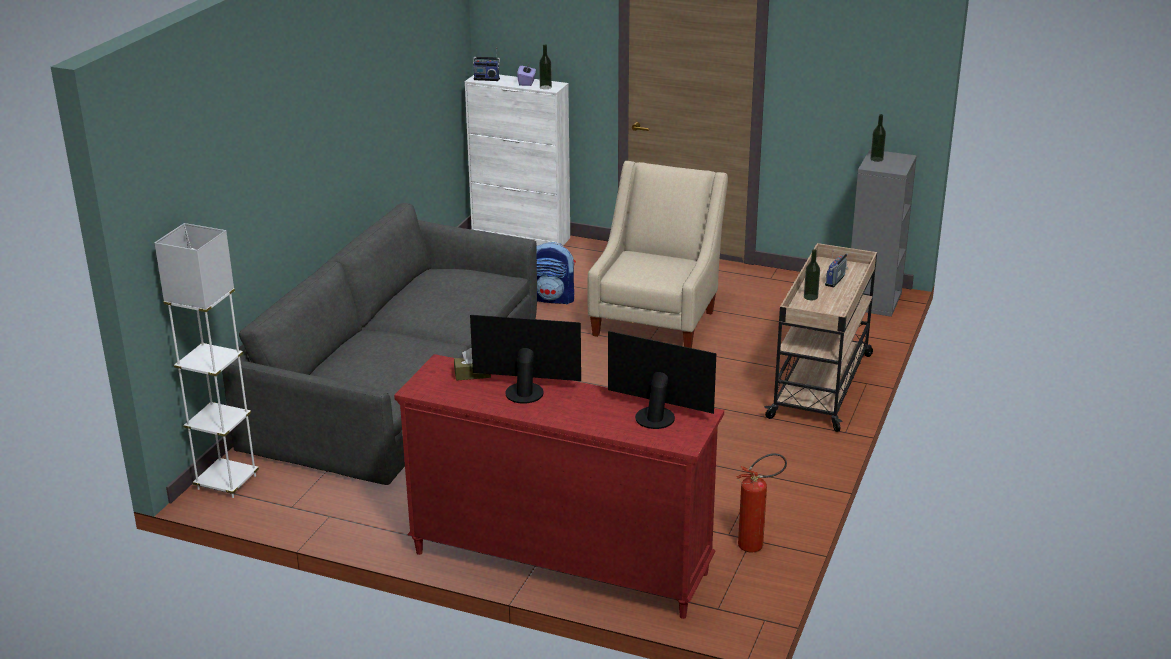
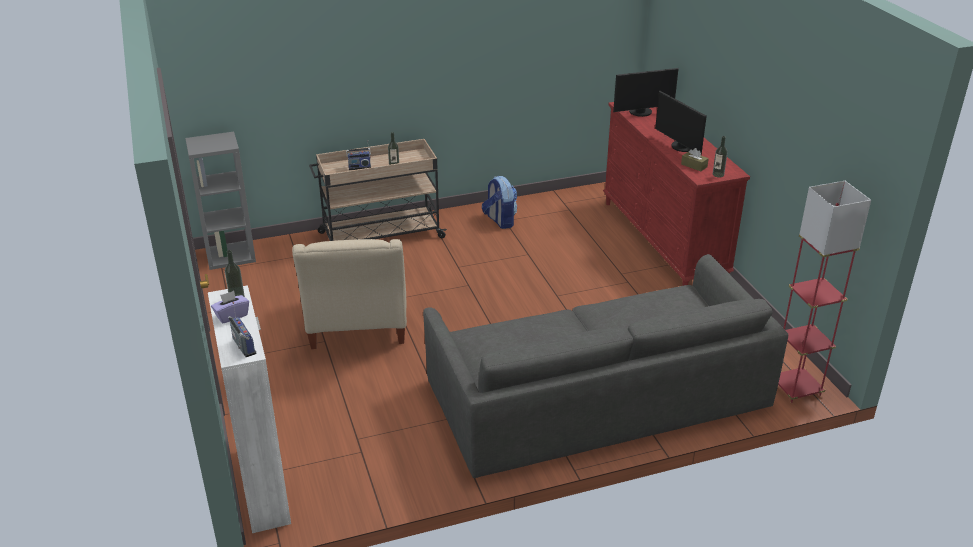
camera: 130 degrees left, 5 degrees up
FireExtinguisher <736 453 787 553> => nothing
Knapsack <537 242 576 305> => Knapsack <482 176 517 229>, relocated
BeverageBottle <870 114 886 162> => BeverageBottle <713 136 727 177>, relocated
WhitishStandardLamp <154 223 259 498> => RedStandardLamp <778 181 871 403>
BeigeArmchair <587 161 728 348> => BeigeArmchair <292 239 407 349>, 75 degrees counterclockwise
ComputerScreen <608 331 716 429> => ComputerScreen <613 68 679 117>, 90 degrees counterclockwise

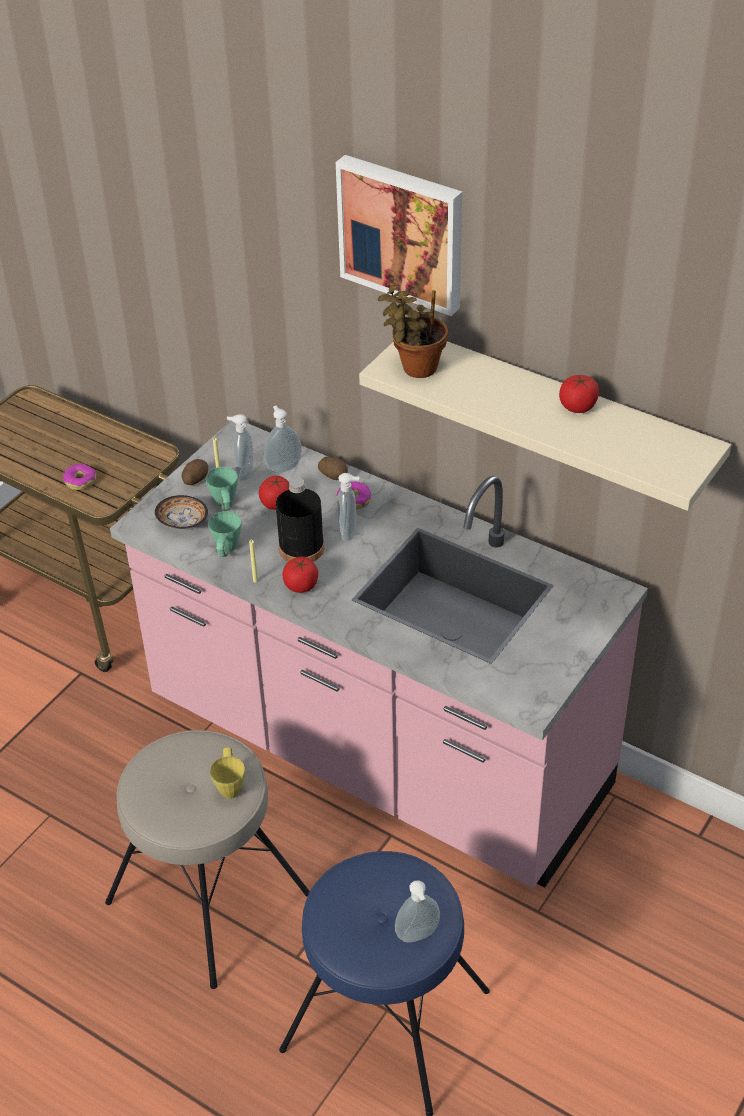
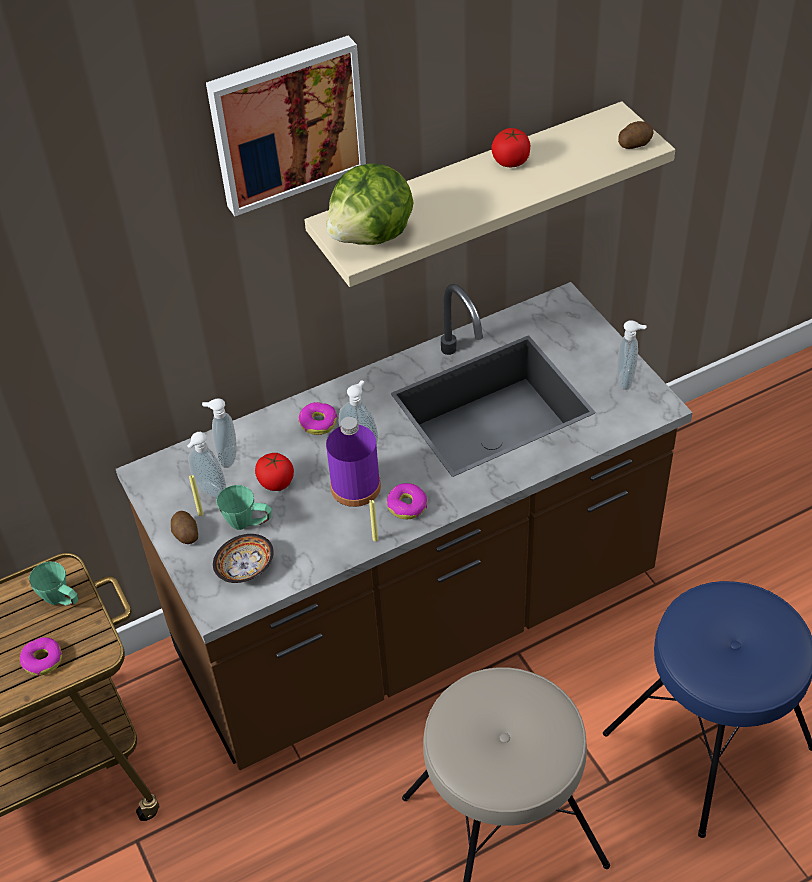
camera: 60 degrees left, 5 degrees up
YellowishCoffeeMug <210 747 245 799> => nothing
GreenishCoffeeMug <208 511 242 557> => GreenishCoffeeMug <29 561 79 606>, relocated
Potato <318 457 348 480> => Potato <618 121 654 149>, relocated
SoapDispenser <395 880 440 942> => SoapDispenser <617 320 646 390>, relocated
WholeTomato <282 556 318 593> => RingDoughnut <387 483 427 519>
PottedPlant <378 285 448 378> => Lettuce <326 163 414 245>
PinkishCounter <110 421 648 888> => BrownColouredCounter <116 282 693 770>
BlackBeverageBottle <276 477 324 562> => PurpleBeverageBottle <326 417 381 507>

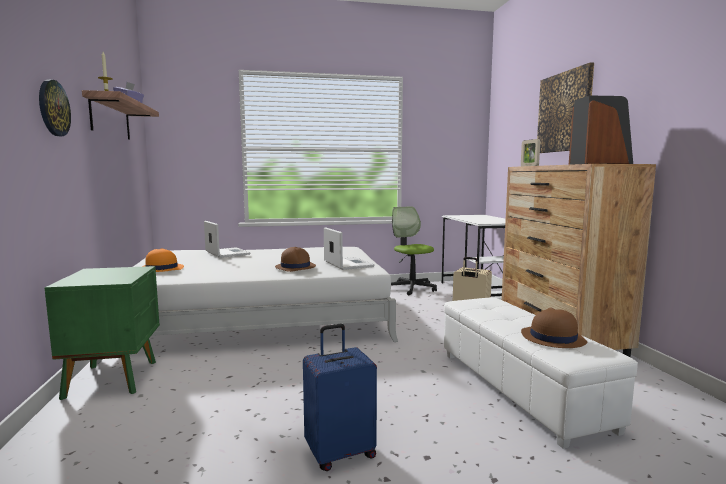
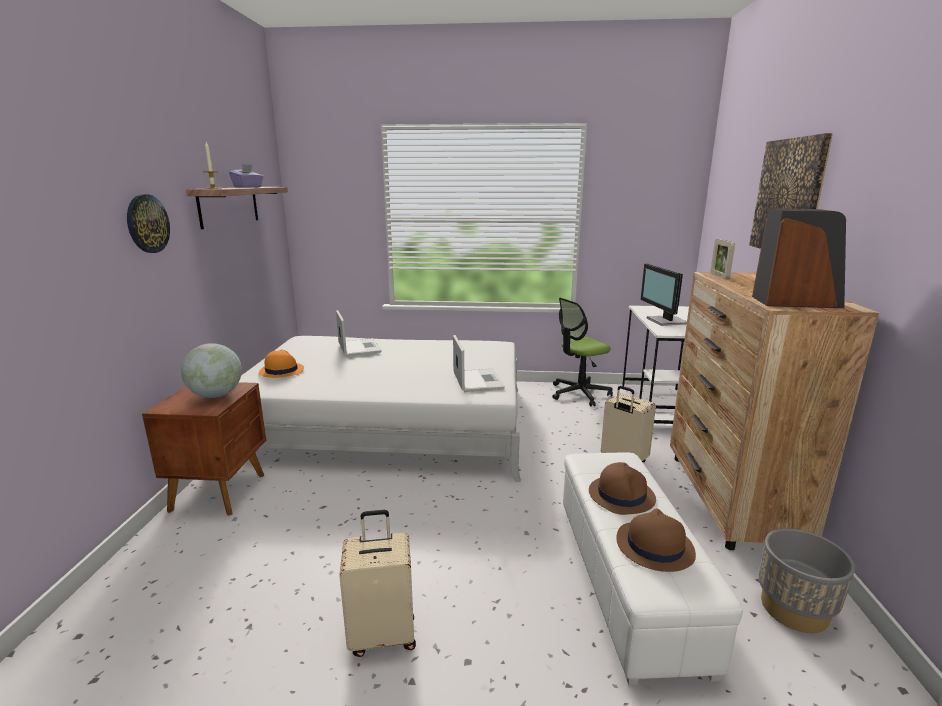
camera: 15 degrees right, 10 degrees up
nothing => Globe <181 343 242 398>
nothing => ComputerScreen <641 264 687 326>
nothing => GrayPlantPot <759 528 855 633>
BrownColouredHat <275 247 316 272> => BrownColouredHat <589 462 656 515>, relocated
GreenishNightstand <44 266 160 400> => BrownColouredNightstand <142 382 266 516>
BluishPieceOfLuggage <303 324 377 471> => BeigePieceOfLuggage <339 510 416 657>
OfficeChair <391 206 437 295> => OfficeChair <552 298 613 406>, 105 degrees counterclockwise

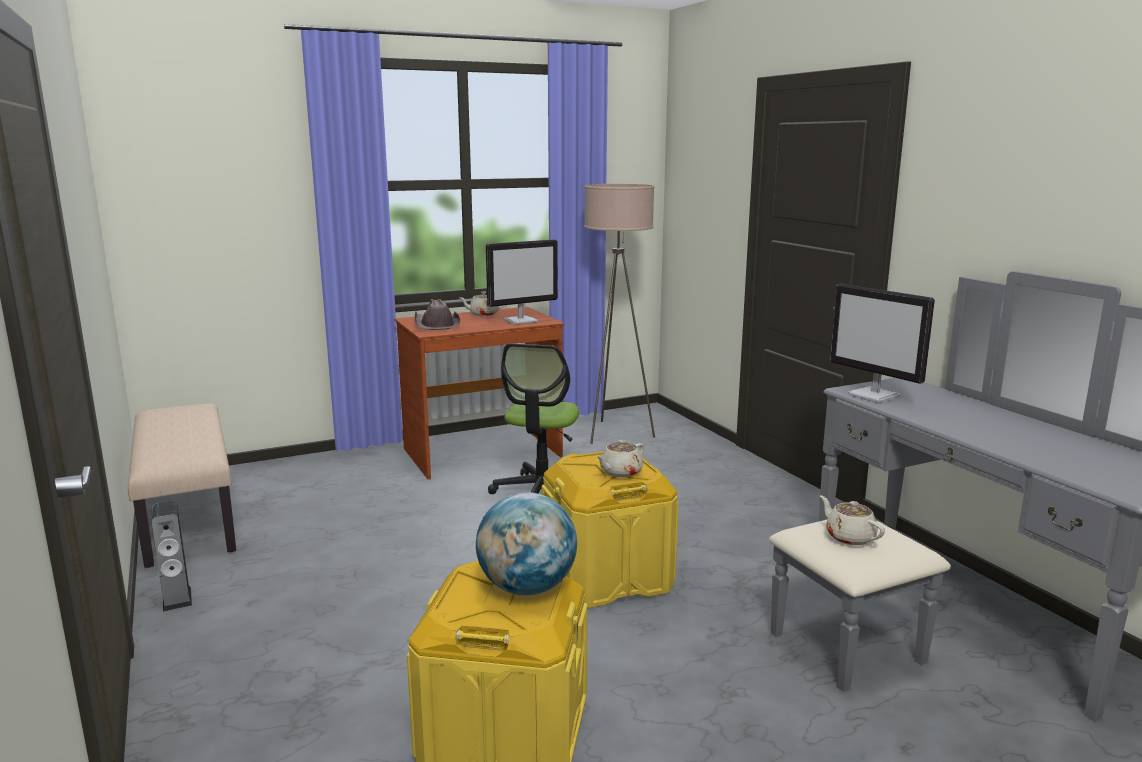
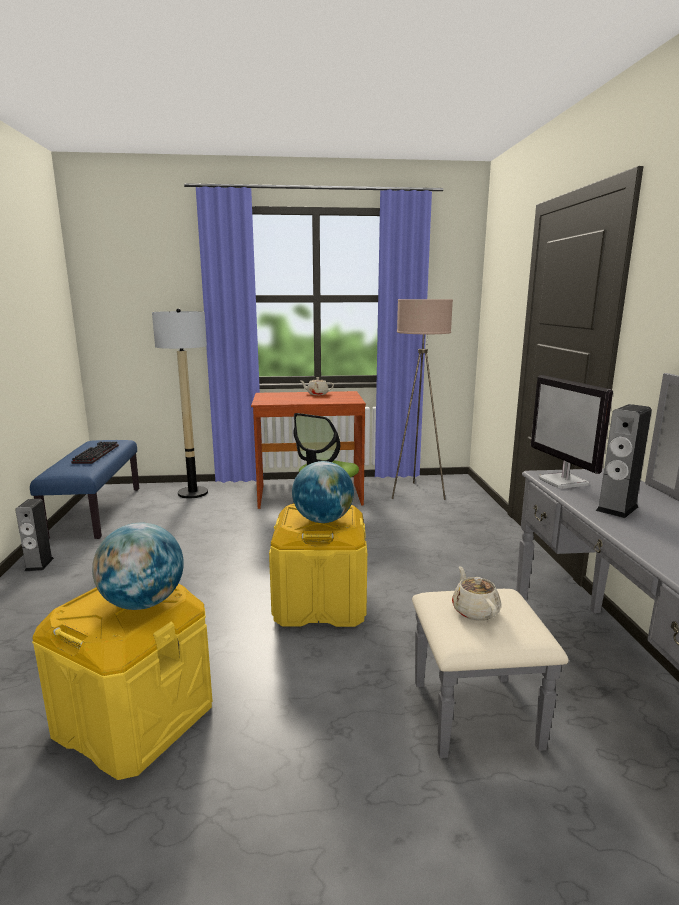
camera: 20 degrees right, 0 degrees up
BrownColouredHat <414 299 460 330> => nothing
ComputerScreen <486 239 558 325> => nothing
nothing => PcKeyboard <71 441 119 464>
nothing => StandardLamp <152 308 208 499>
nothing => Speaker <596 404 652 518>
BeigeTeaPot <596 440 644 477> => Globe <292 461 354 523>
BeigeIndoorBench <128 403 236 568> => BluishIndoorBench <30 440 139 539>

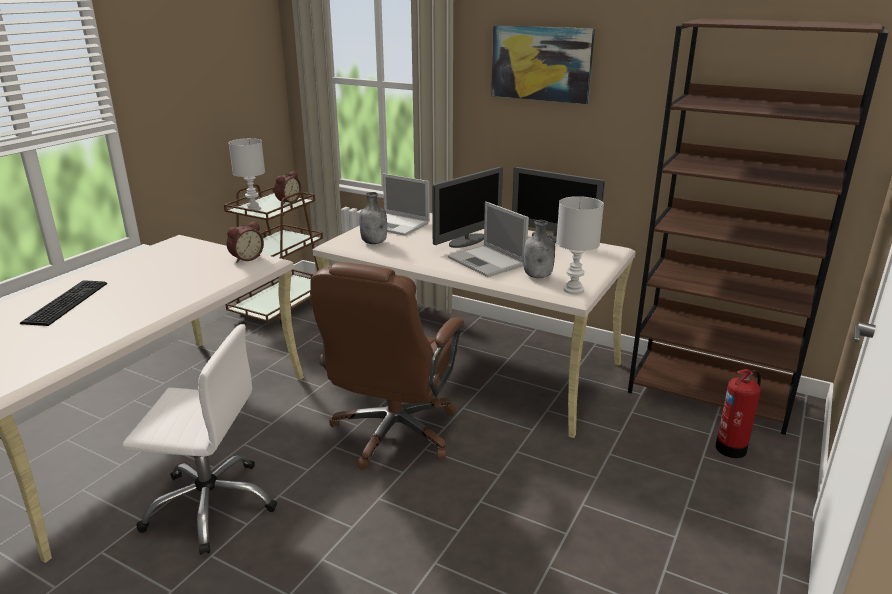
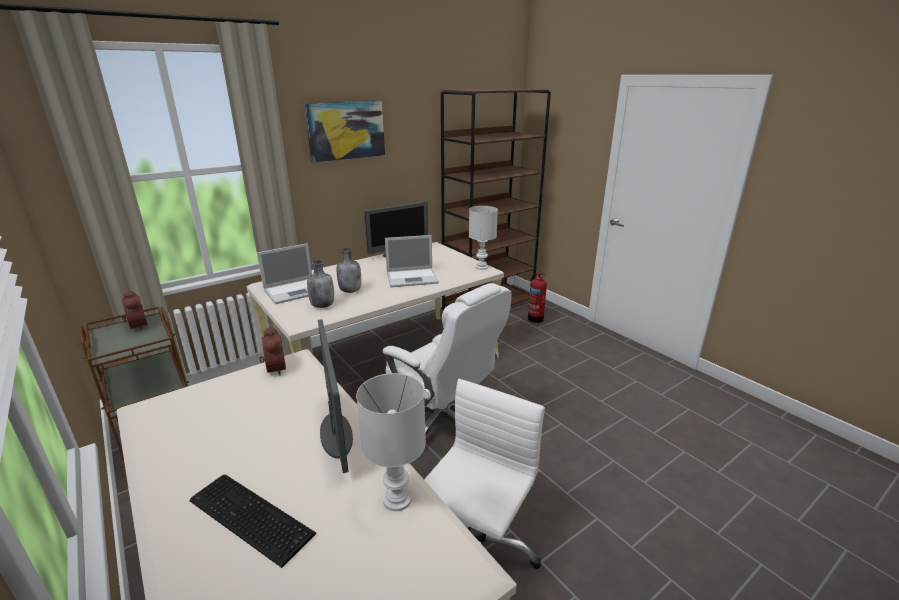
camera: 65 degrees left, 0 degrees up
WhitishLampForATable <229 138 265 211> => WhitishLampForATable <356 373 426 511>, relocated
ComputerScreen <432 167 503 248> => ComputerScreen <318 319 353 473>, relocated
GrayBeverageBottle <524 220 555 278> => GrayBeverageBottle <337 248 361 293>, relocated
BrownColouredOfficeChair <310 262 464 470> => WhitishOfficeChair <383 283 512 436>

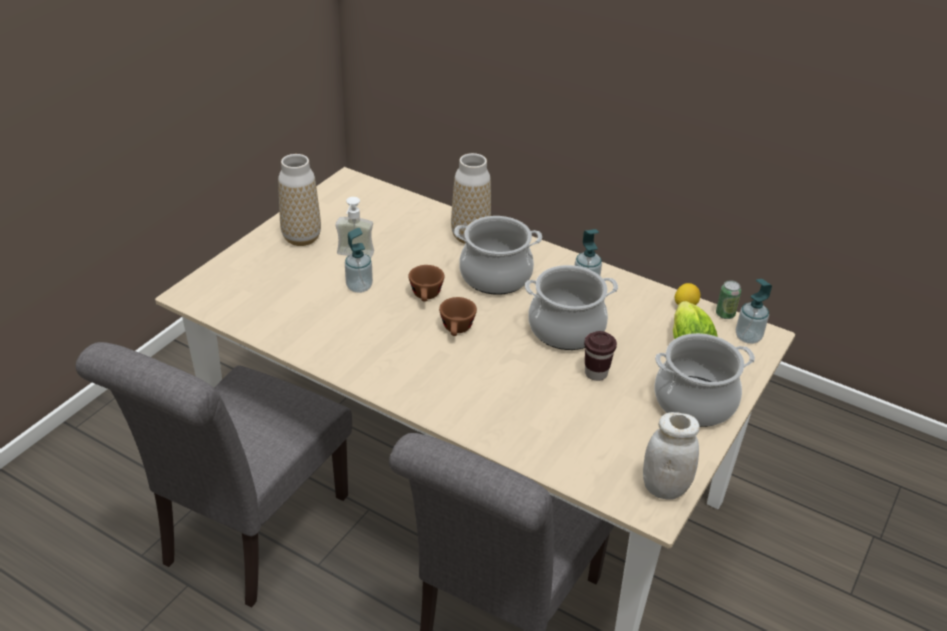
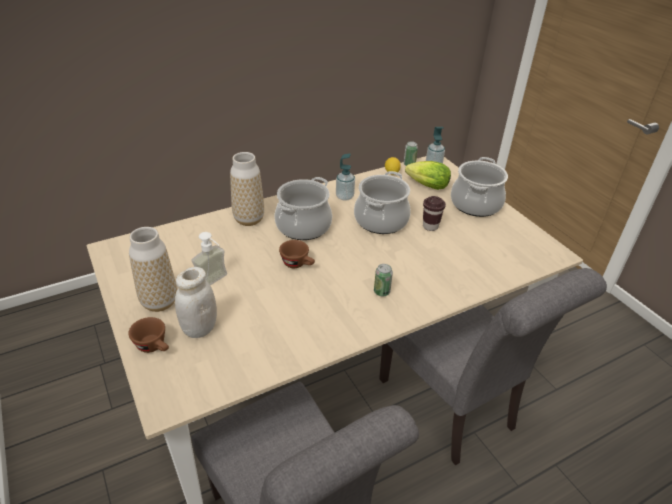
camera: 60 degrees left, 0 degrees up
SoapDispenser <345 228 373 293> => nothing
nothing => Can <374 264 393 296>
BrownColouredSmallCup <439 297 477 336> => BrownColouredSmallCup <128 317 169 353>, relocated
WhitishStorageJar <643 412 700 500> => WhitishStorageJar <175 267 217 338>, relocated

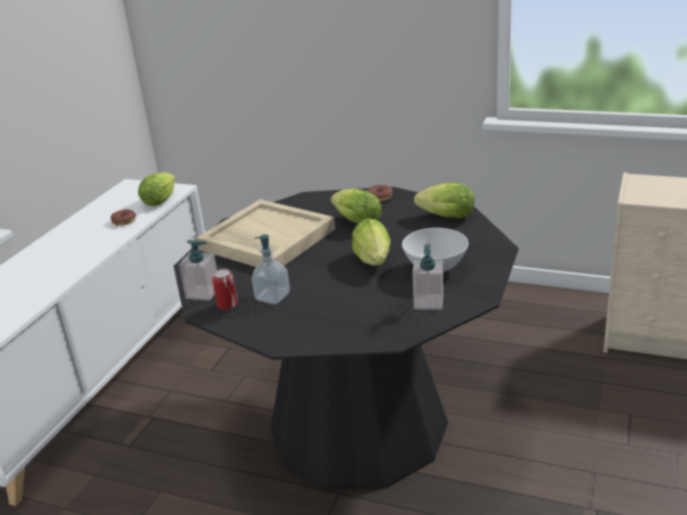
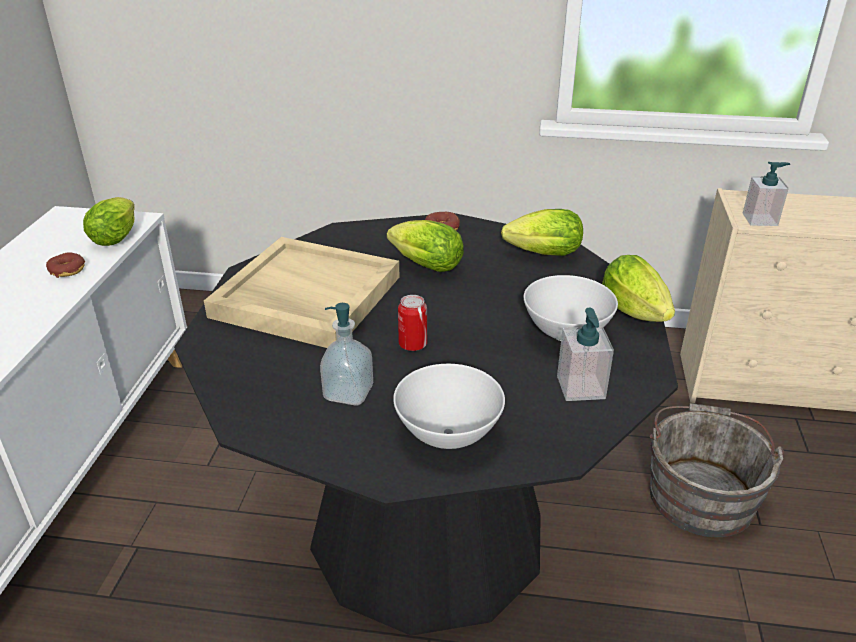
camera: 15 degrees left, 5 degrees up
nothing => WhitishServingBowl <393 364 505 449>
nothing => GrayPail <649 403 784 537>
SoapDispenser <179 240 217 300> => SoapDispenser <743 162 790 226>, relocated
Can <212 269 238 310> => Can <398 295 427 351>, relocated
Lettuce <352 219 390 265> => Lettuce <602 255 675 322>, relocated

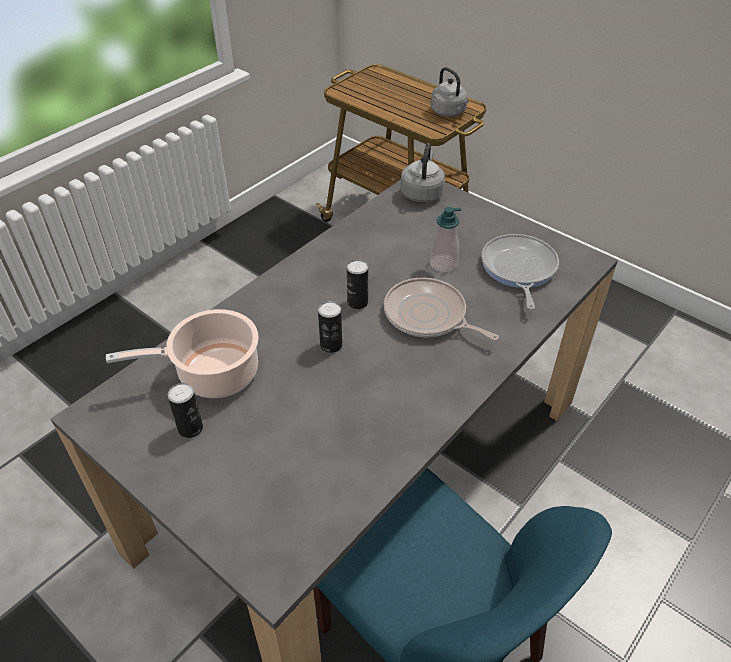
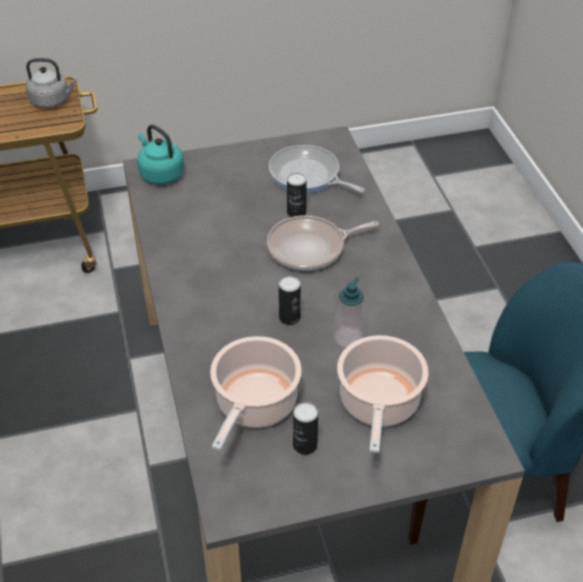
camera: 55 degrees left, 0 degrees up
nothing => Saucepot <337 335 429 453>
Can <347 260 368 309> => Can <287 173 307 217>, relocated
SoapDispenser <430 207 461 272> => SoapDispenser <333 277 365 348>, relocated
GrayKettle <401 143 445 203> => BlueGreenKettle <137 124 184 184>

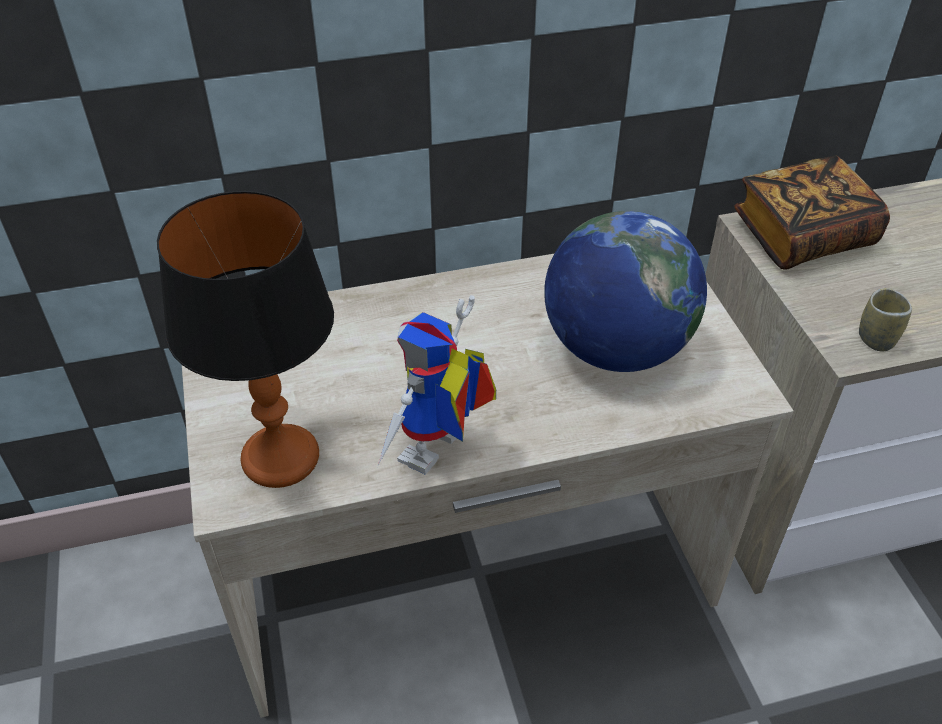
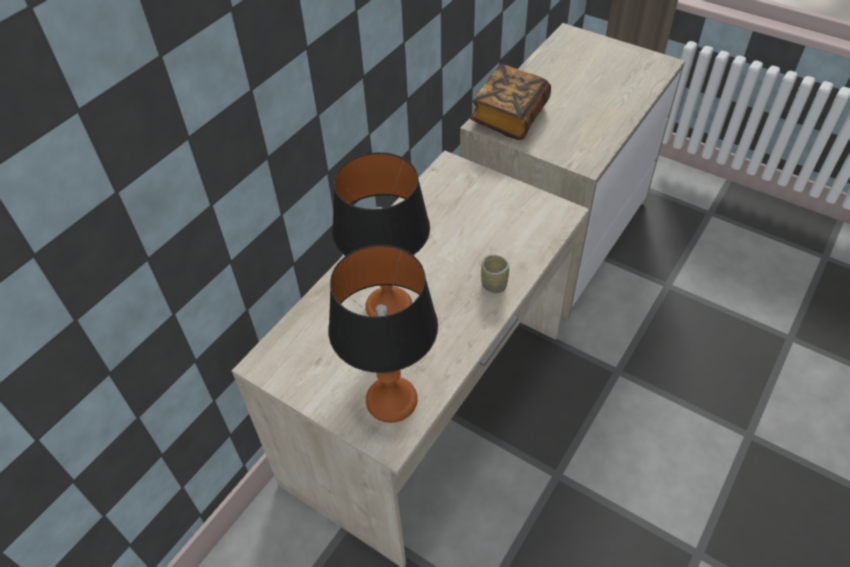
camera: 40 degrees left, 5 degrees up
ModelRobot <377 296 496 475> => nothing
Globe <544 211 707 372> => nothing
nothing => LampForATable <332 152 430 317>
SmallCup <859 288 912 352> => SmallCup <481 254 509 293>, relocated

